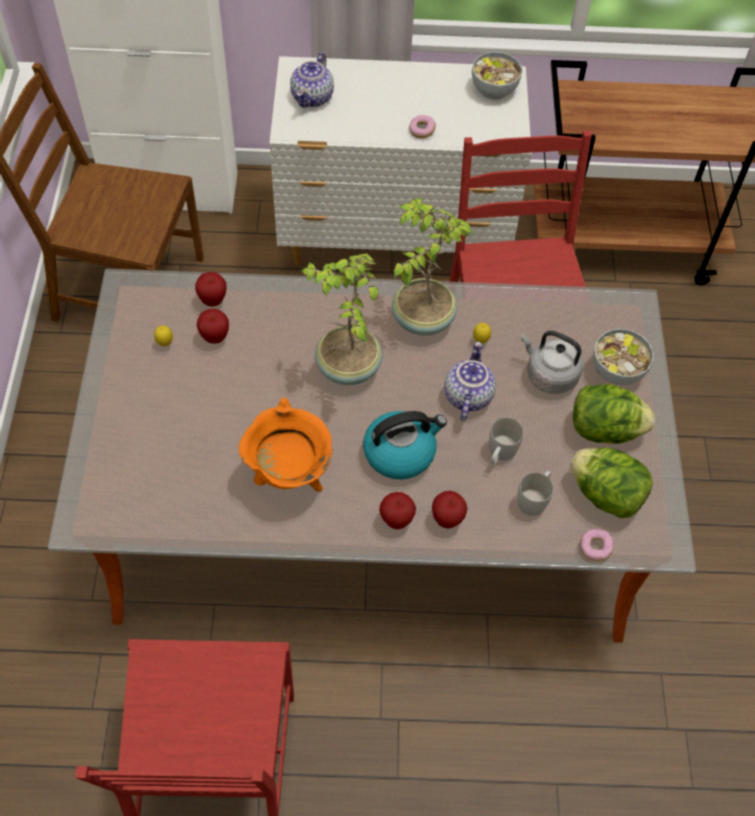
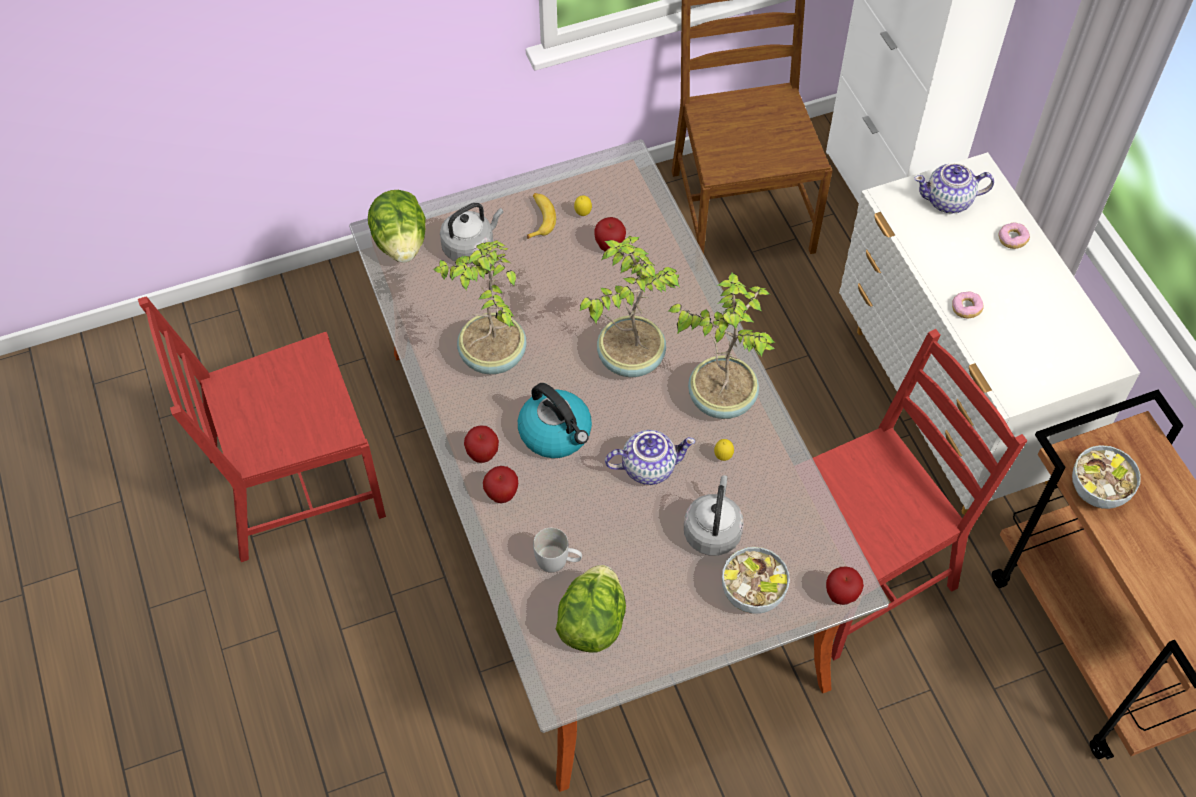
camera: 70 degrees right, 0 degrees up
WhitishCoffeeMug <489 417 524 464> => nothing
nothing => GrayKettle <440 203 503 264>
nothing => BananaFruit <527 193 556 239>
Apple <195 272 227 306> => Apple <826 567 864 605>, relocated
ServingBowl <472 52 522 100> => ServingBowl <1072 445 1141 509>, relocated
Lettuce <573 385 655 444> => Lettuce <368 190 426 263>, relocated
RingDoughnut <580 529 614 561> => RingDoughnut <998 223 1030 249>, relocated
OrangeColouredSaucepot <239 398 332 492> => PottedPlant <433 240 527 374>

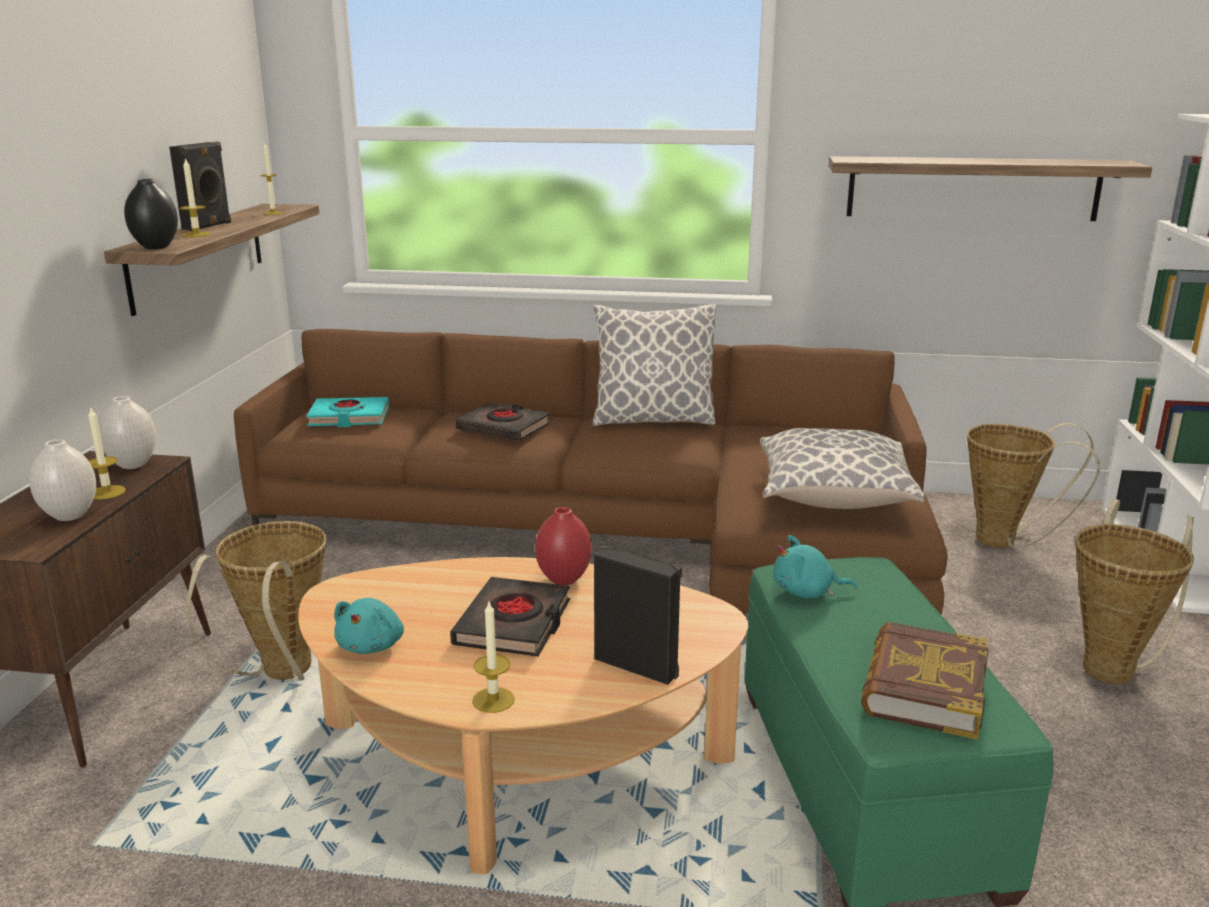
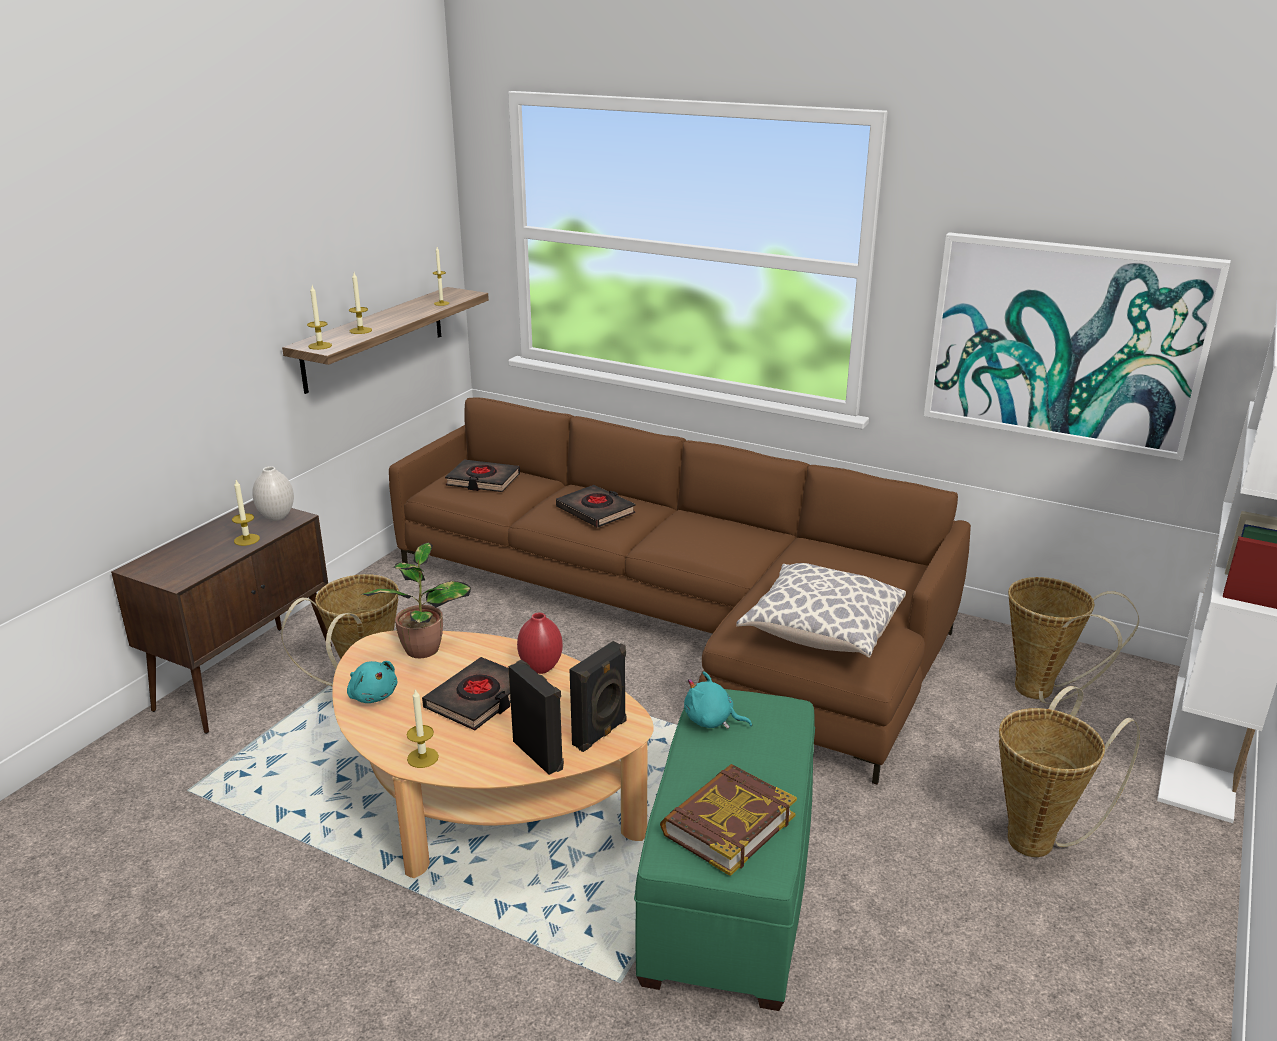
camera: 20 degrees right, 5 degrees up
WhitishDecorativeVase <29 439 96 521> => nothing
Pillow <592 304 716 426> => nothing
nothing => PottedPlant <361 543 471 658>
BlackSpeaker <169 142 231 231> => BlackSpeaker <569 641 626 752>, relocated
BlackDecorativeVase <124 179 178 249> => WaxCandle <307 286 332 350>
WallShelf <829 156 1152 221> => WallPicture <924 232 1231 460>
BlueGreenBoundBook <306 397 389 427> => BlackBoundBook <445 460 520 492>
BlueGreenSoftToy <334 598 404 654> => BlueGreenSoftToy <347 661 398 703>, 75 degrees counterclockwise

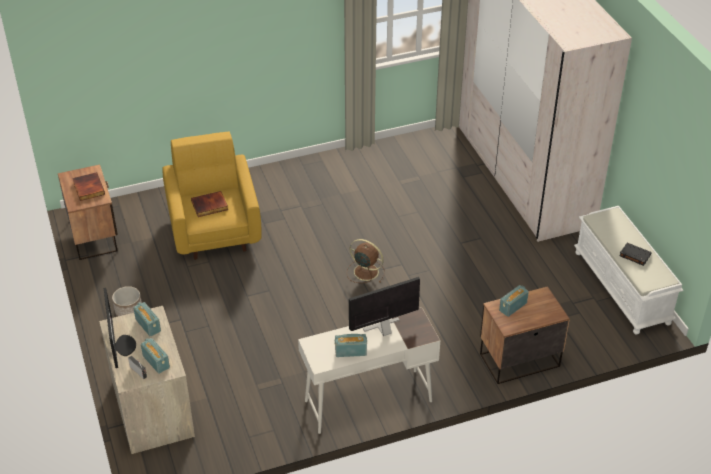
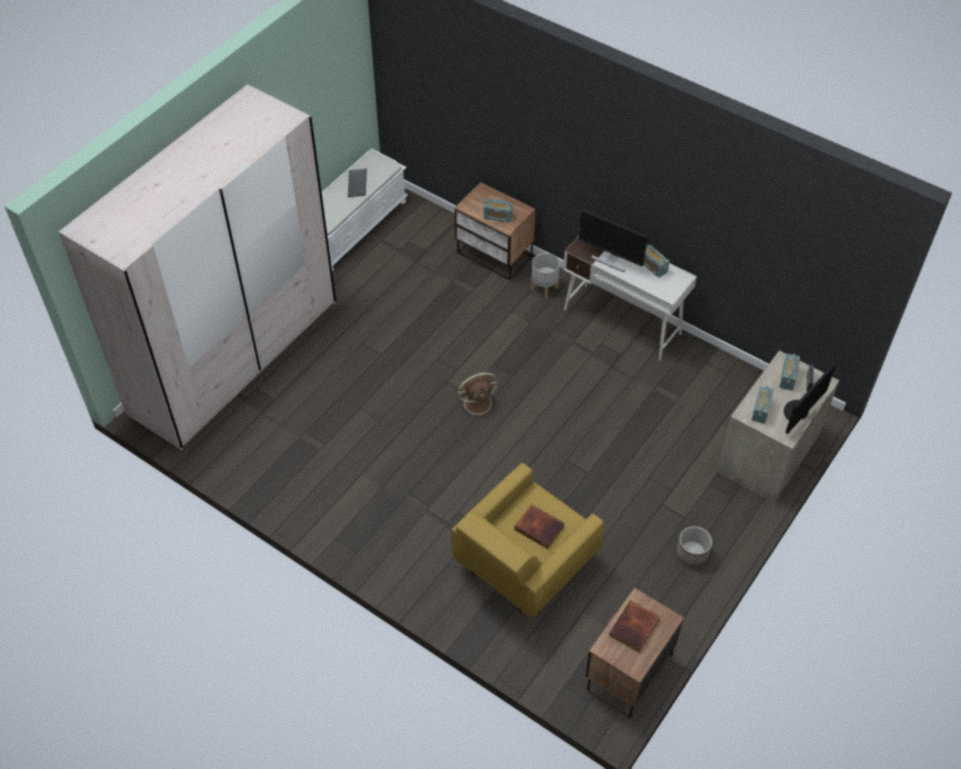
camera: 125 degrees left, 10 degrees up
nothing => GrayPlantPot <531 253 560 299>
BlackBoundBook <619 243 652 266> => PcKeyboard <348 168 367 197>
BrownColouredFan <347 239 385 283> => BrownColouredFan <455 373 499 420>, 105 degrees counterclockwise

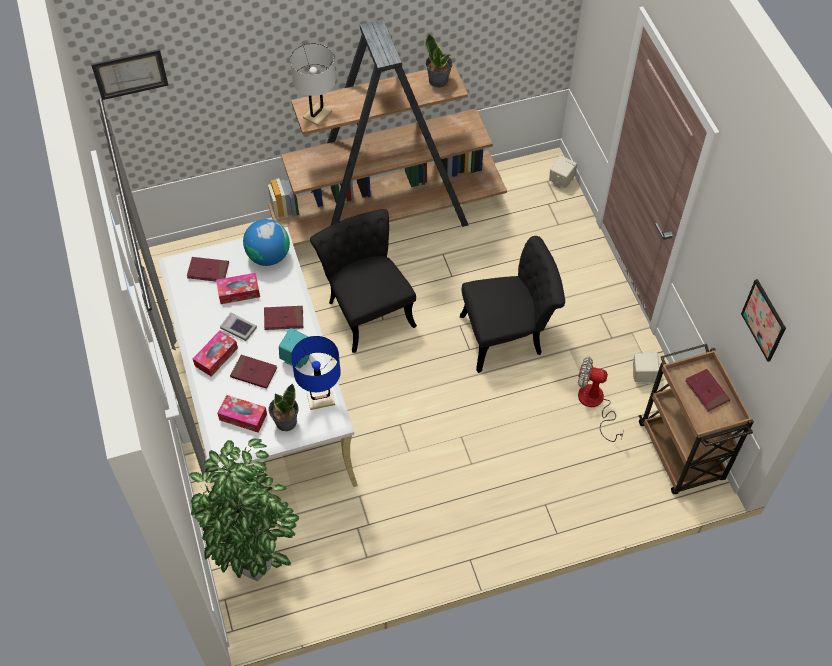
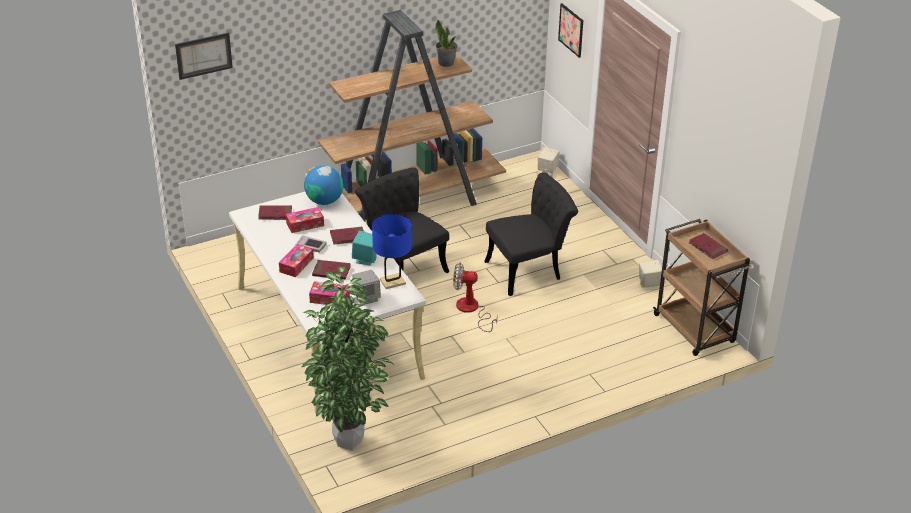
camera: 10 degrees left, 20 degrees down
WhitishLampForATable <290 43 336 126> => nothing
Fan <578 357 624 442> => Fan <453 263 498 332>, relocated
WallPicture <741 279 786 362> => WallPicture <558 3 583 58>, relocated
PottedPlant <269 383 299 431> => GraySpeaker <352 270 381 305>

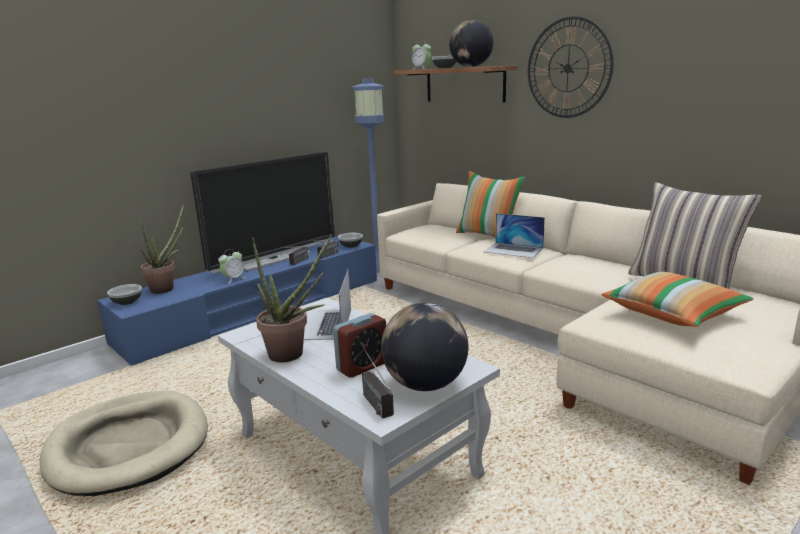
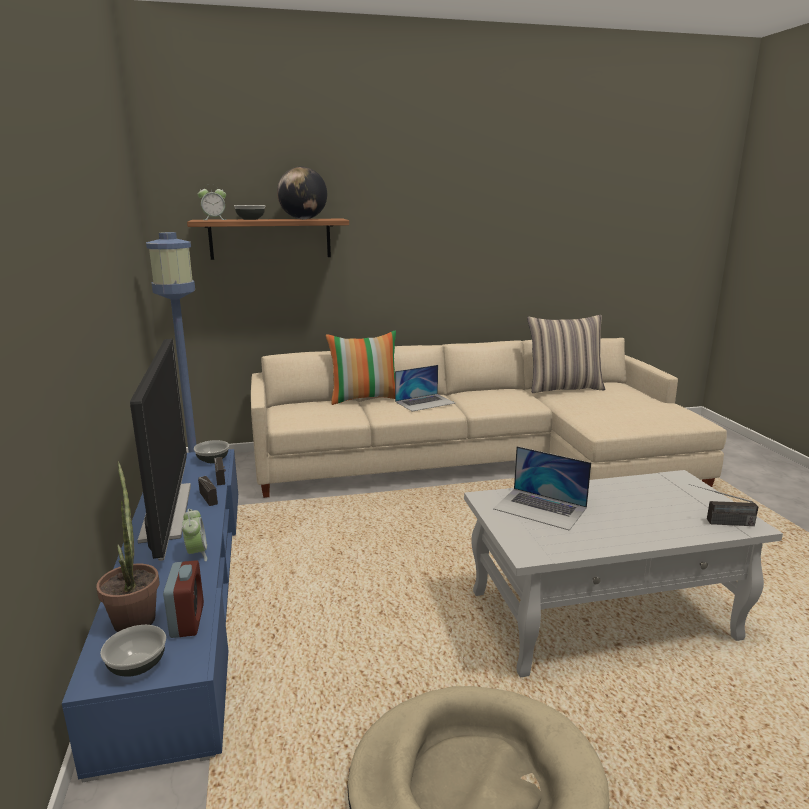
camera: 60 degrees left, 0 degrees up
PottedPlant <252 235 332 362> => nothing
Globe <381 303 468 391> => nothing
WallClock <528 16 614 118> => nothing
Pillow <601 272 753 327> => nothing
BedsideClock <333 313 386 378> => BedsideClock <163 560 204 638>, relocated

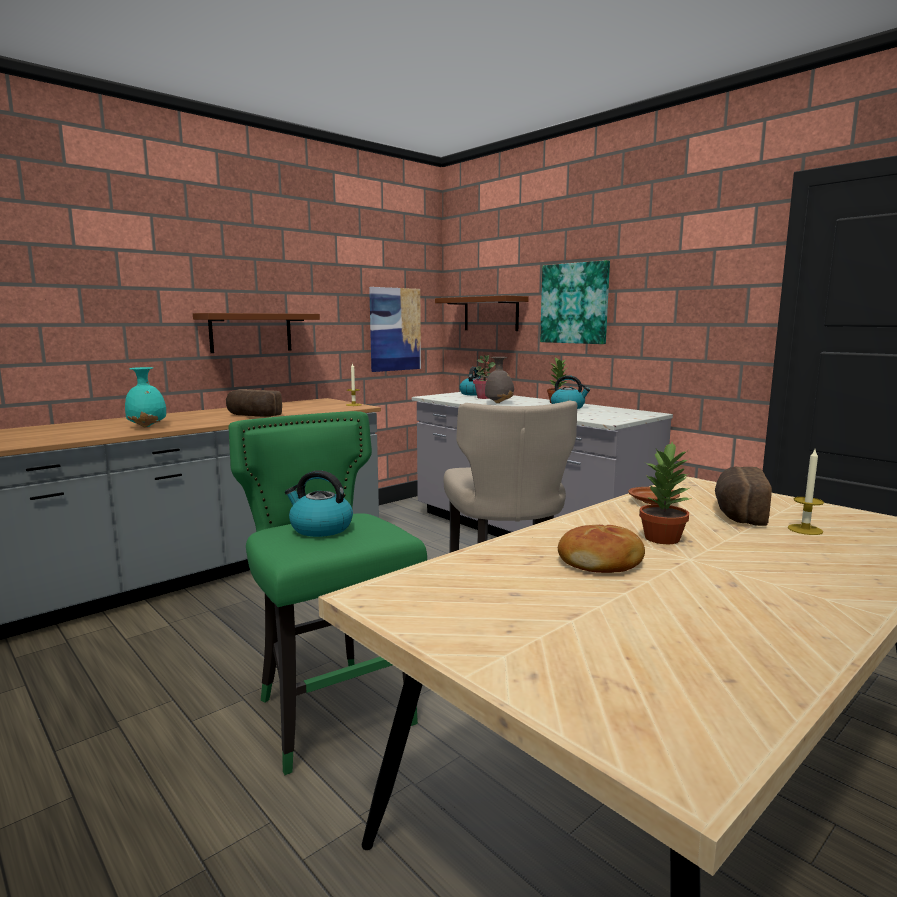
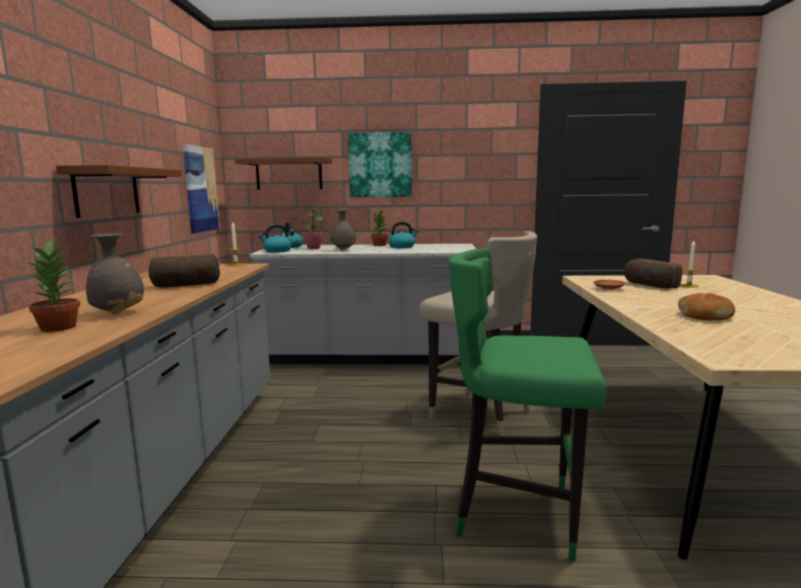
camera: 45 degrees left, 0 degrees up
Kettle <285 470 353 537> => Kettle <258 225 292 253>, relocated
PottedPlant <639 441 692 544> => PottedPlant <25 240 80 332>, relocated
BlueGreenDecorativeVase <125 367 166 427> => GrayDecorativeVase <86 233 144 314>

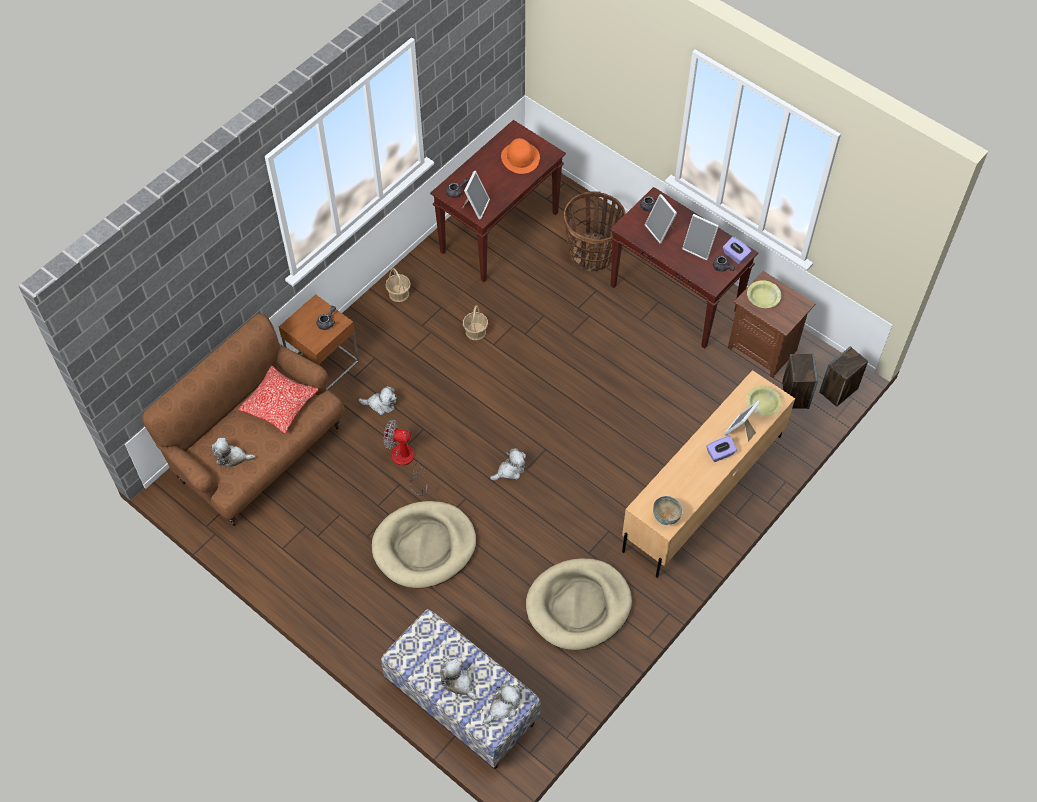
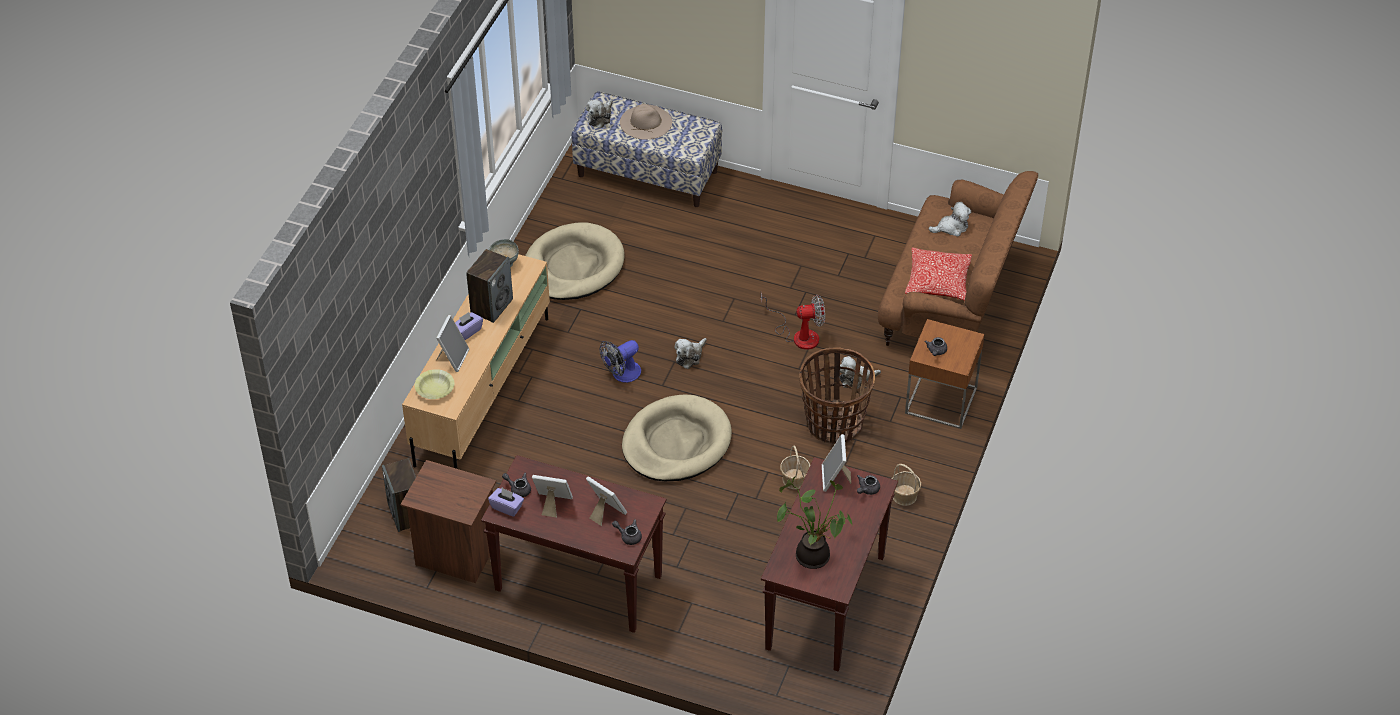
camera: 160 degrees right, 10 degrees down
YellowishServingBowl <747 280 781 308> => nothing
nothing => Fan <600 340 641 383>
BeigeDogCushion <372 501 476 588> => BeigeDogCushion <622 394 732 481>, relocated
StorageBasket <564 191 626 271> => StorageBasket <799 347 875 444>, relocated
Speaker <819 346 868 407> => Speaker <466 249 513 323>, relocated
SoftToy <440 659 477 701> => BeigeHat <620 104 672 140>
OrangeColouredHat <501 138 540 174> => PottedPlant <777 476 853 569>

